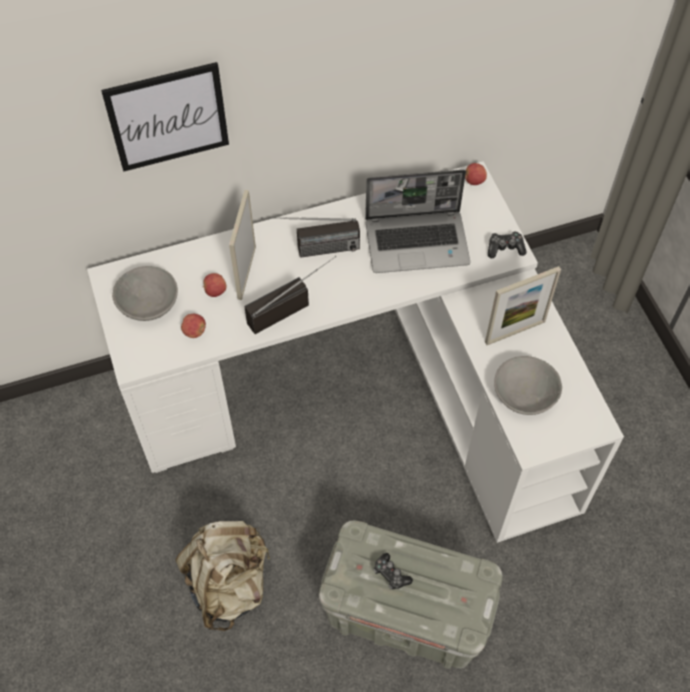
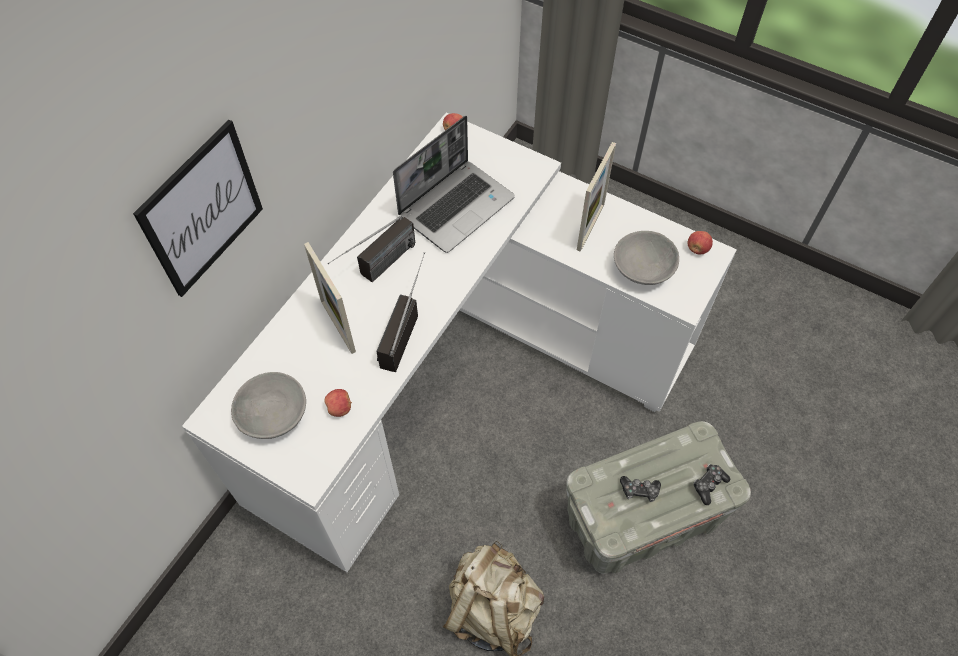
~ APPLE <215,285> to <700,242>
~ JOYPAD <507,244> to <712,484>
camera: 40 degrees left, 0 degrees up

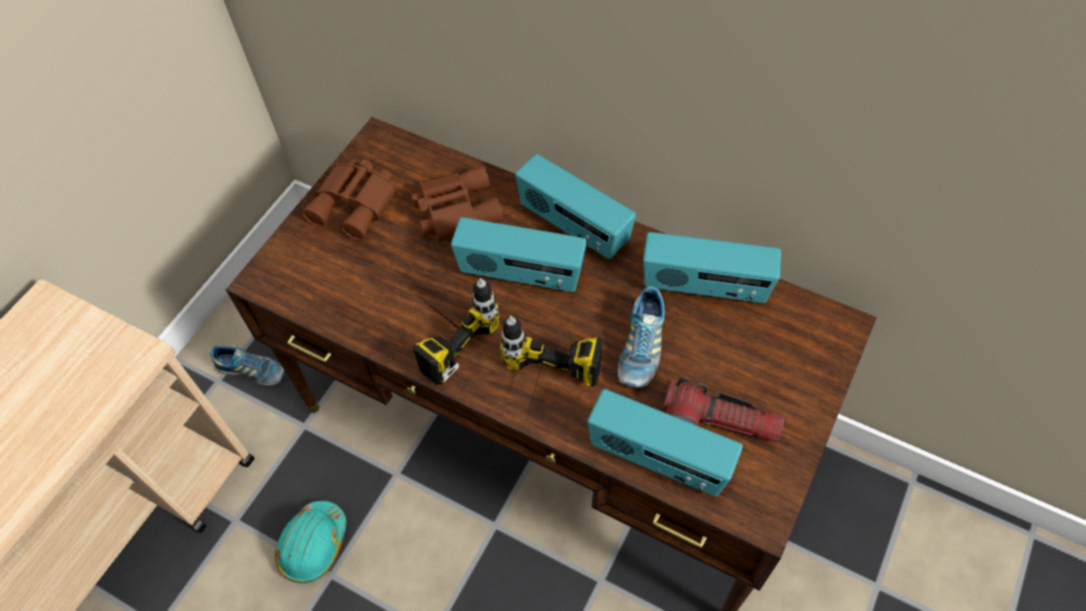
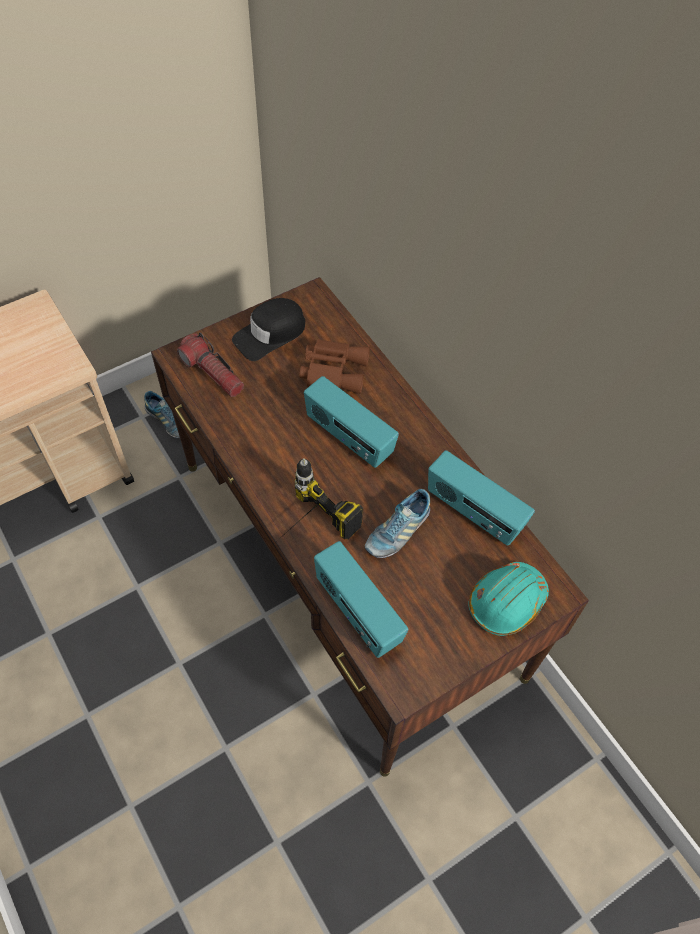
~ BLUE-GREEN SAFETY HELMET <310,542> to <508,599>
~ BROWNISH PAIR OF BINOCULARS <350,200> to BLACK-COLOURED BASEBALL CAP <268,329>
- POWER DRILL <456,331>
- RADIO <575,206>
~ TORCH <723,409> to <210,364>
camera: 25 degrees right, 0 degrees up

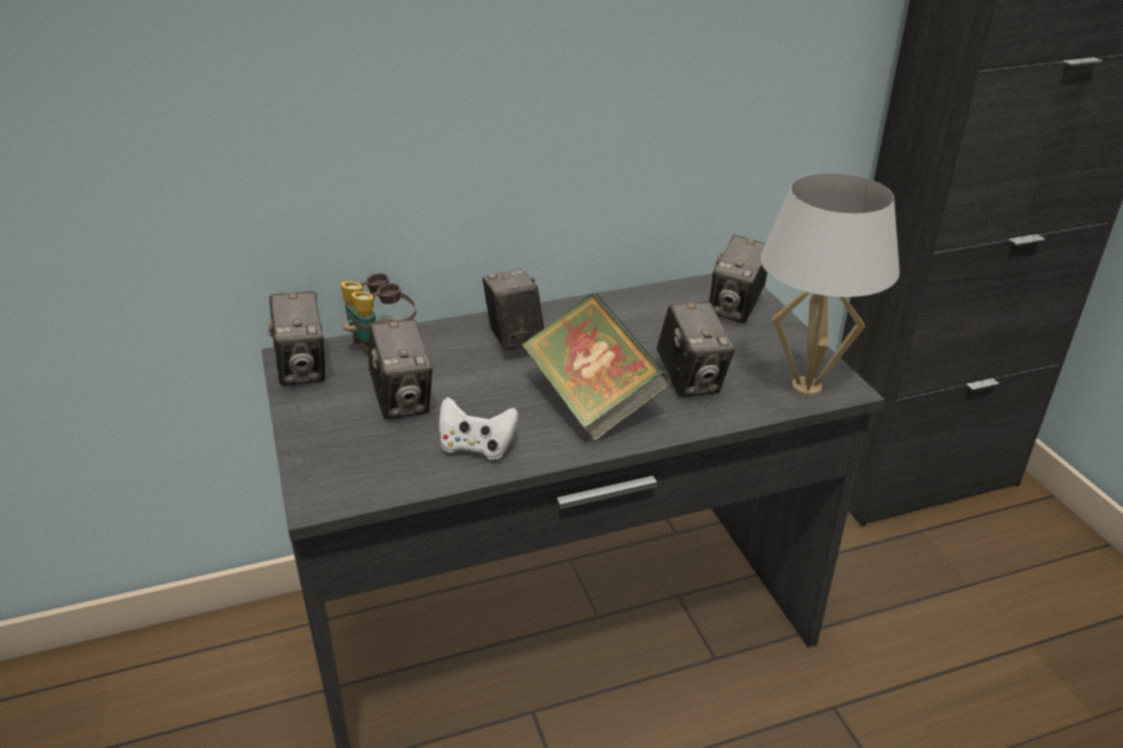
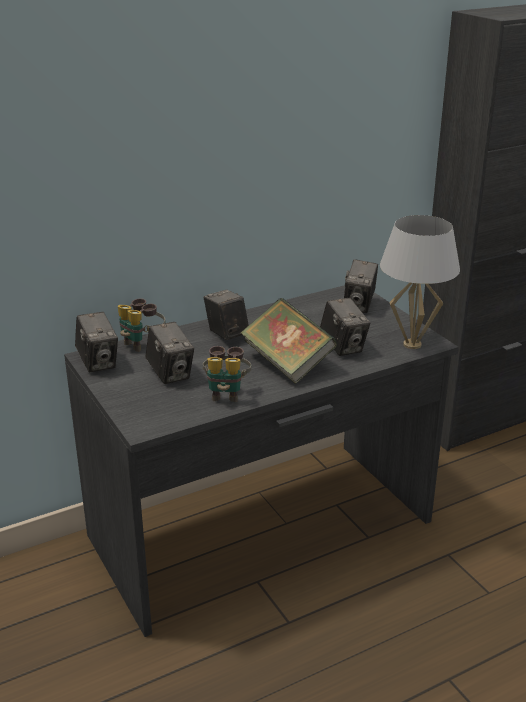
~ WHITE-COLOURED JOYPAD <479,428> to PAIR OF BINOCULARS <227,374>
camera: 10 degrees left, 5 degrees down

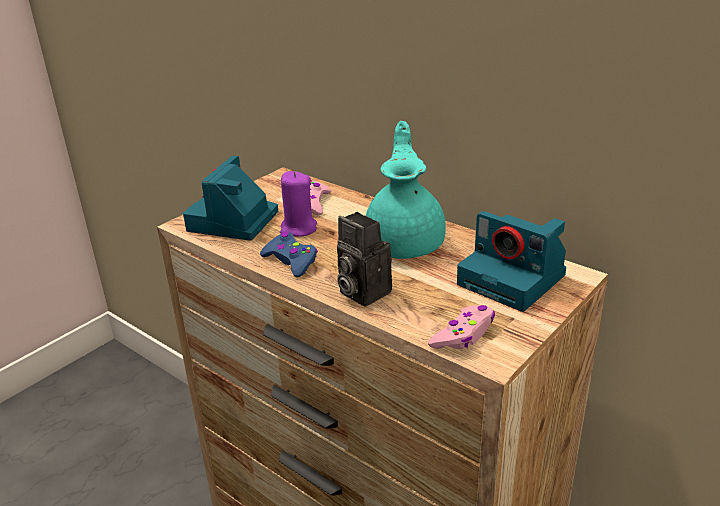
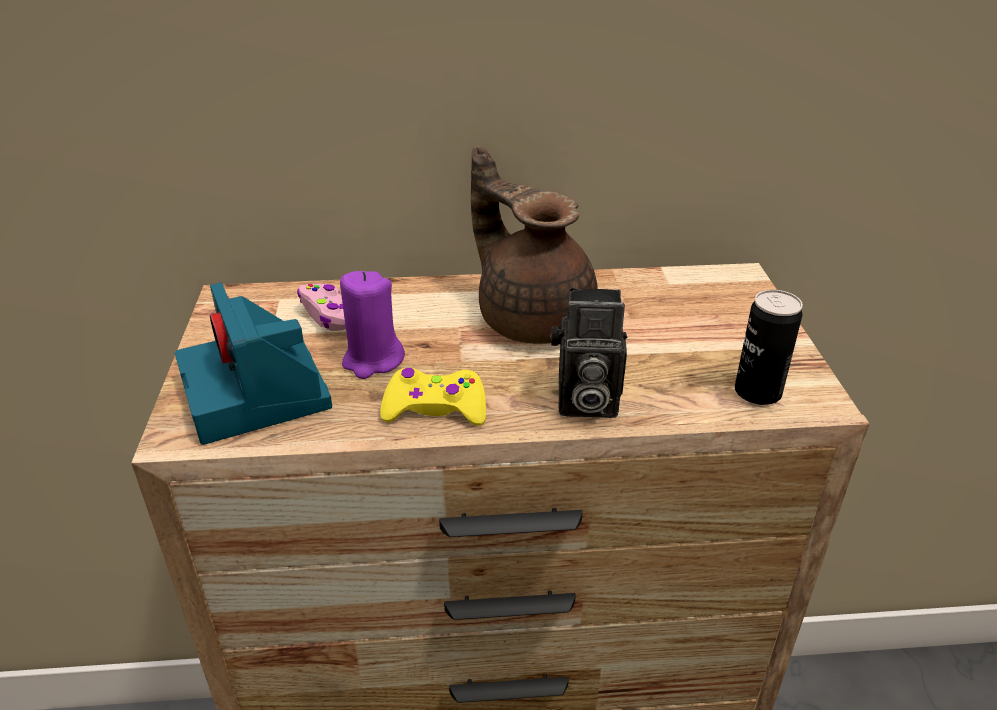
~ BLUE JOYPAD <289,254> to YELLOWISH JOYPAD <433,397>
~ BLUE-GREEN TEA POT <406,190> to BROWNISH TEA POT <534,245>
~ PINK-COLOURED JOYPAD <461,327> to METAL CAN <769,347>
- PHOTO CAMERA <511,261>
camera: 45 degrees left, 5 degrees up

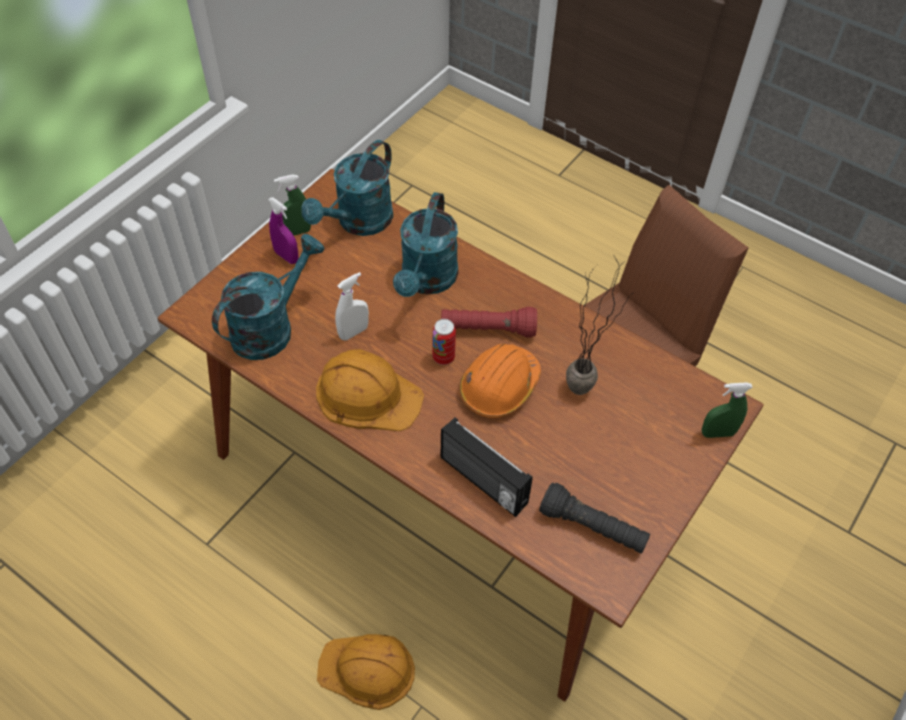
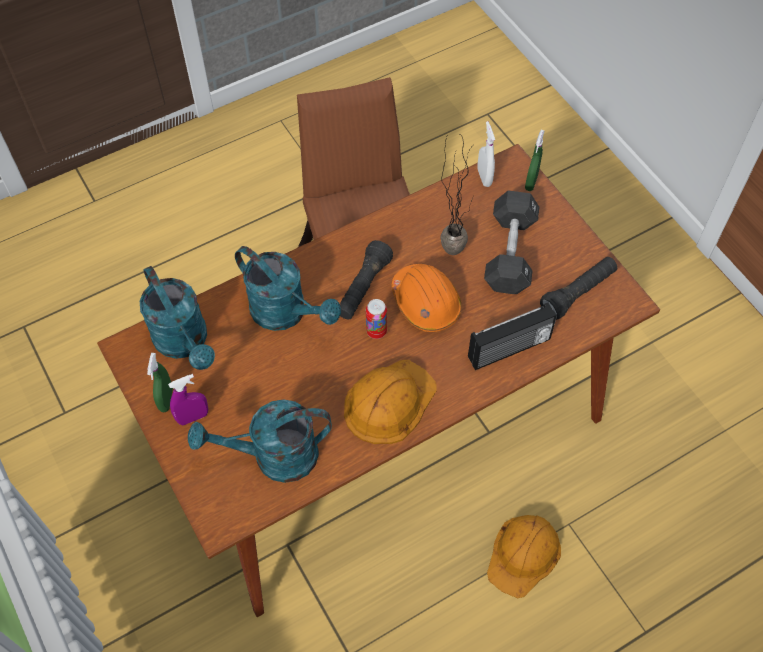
~ BLUE-GREEN SPRINKLING CAN <268,297> = <260,441> 75 degrees counterclockwise
~ WHITE-COLOURED HAND SPRAYER <352,306> to <486,154>
~ REDDISH TORCH <489,322> to BLACK-COLOURED TORCH <366,279>
+ BLACK-COLOURED FREE WEIGHT <511,242>
camera: 65 degrees left, 5 degrees up

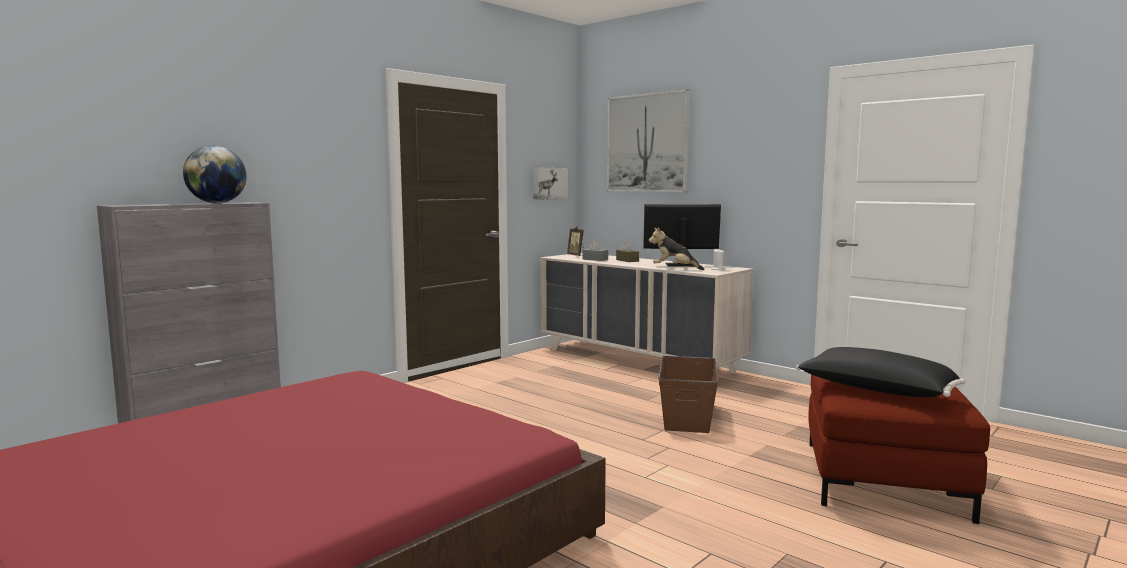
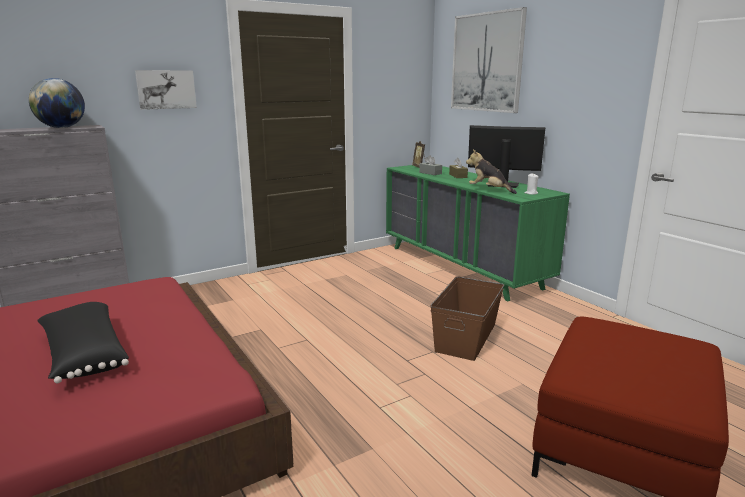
~ WALL PICTURE <550,183> to <166,90>
~ BEIGE-COLOURED DRAWER CHEST <646,313> to GREEN-COLOURED DRAWER CHEST <478,233>
~ BLACK-COLOURED PILLOW <881,372> to <83,342>
camera: 15 degrees right, 10 degrees up

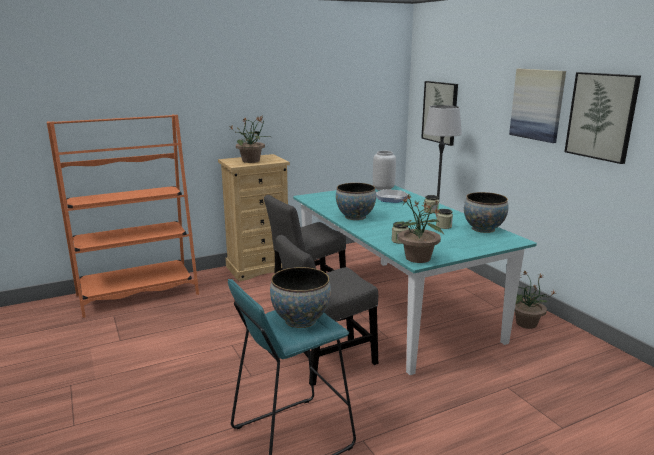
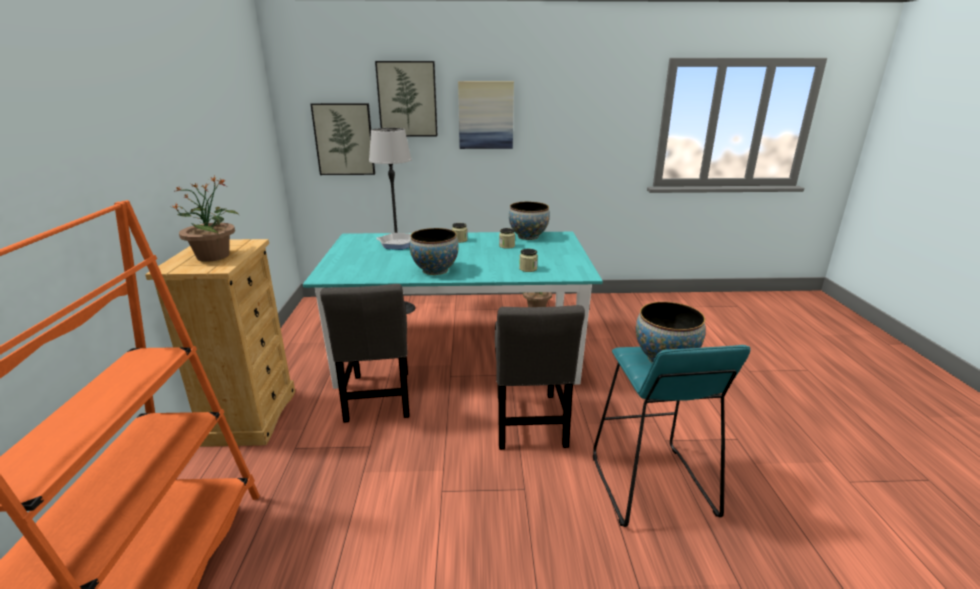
- GREY DECORATIVE VASE <384,171>
- PLANT IN A POT <418,228>
~ WALL PICTURE <602,118> to <406,99>
camera: 65 degrees left, 5 degrees up

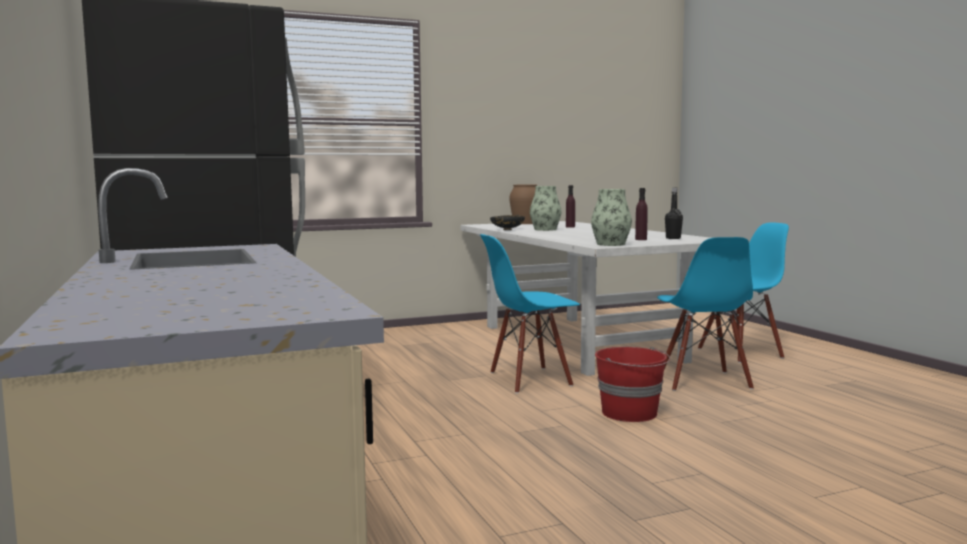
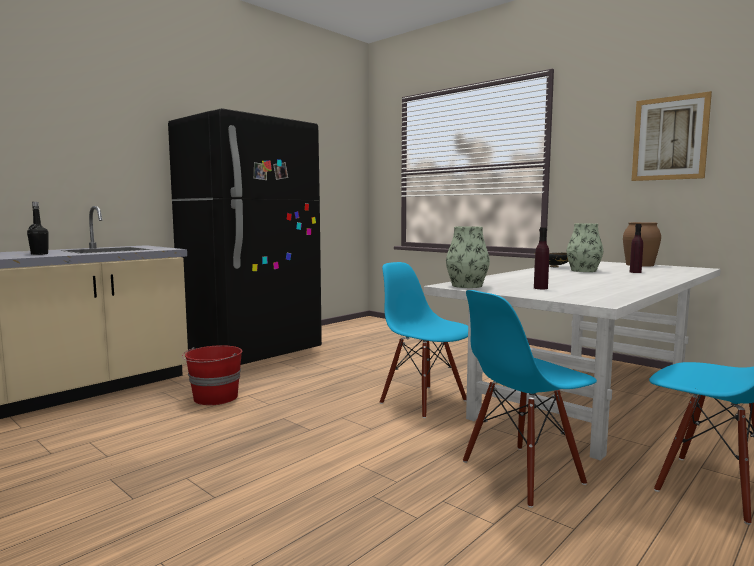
~ REDDISH WATER BUCKET <632,384> to <212,375>
~ BLACK-COLOURED BEVERAGE BOTTLE <674,213> to <38,228>
+ WALL PICTURE <672,136>
camera: 65 degrees right, 0 degrees up

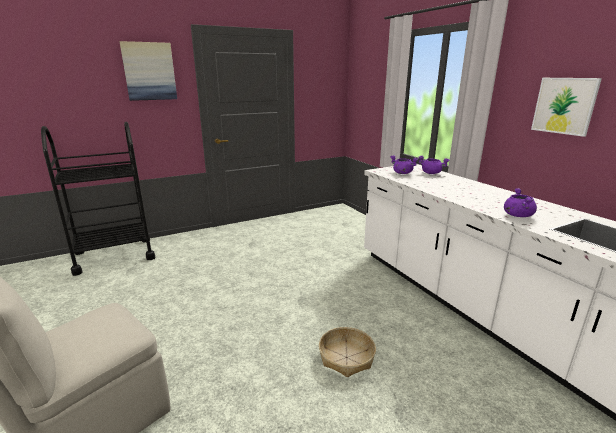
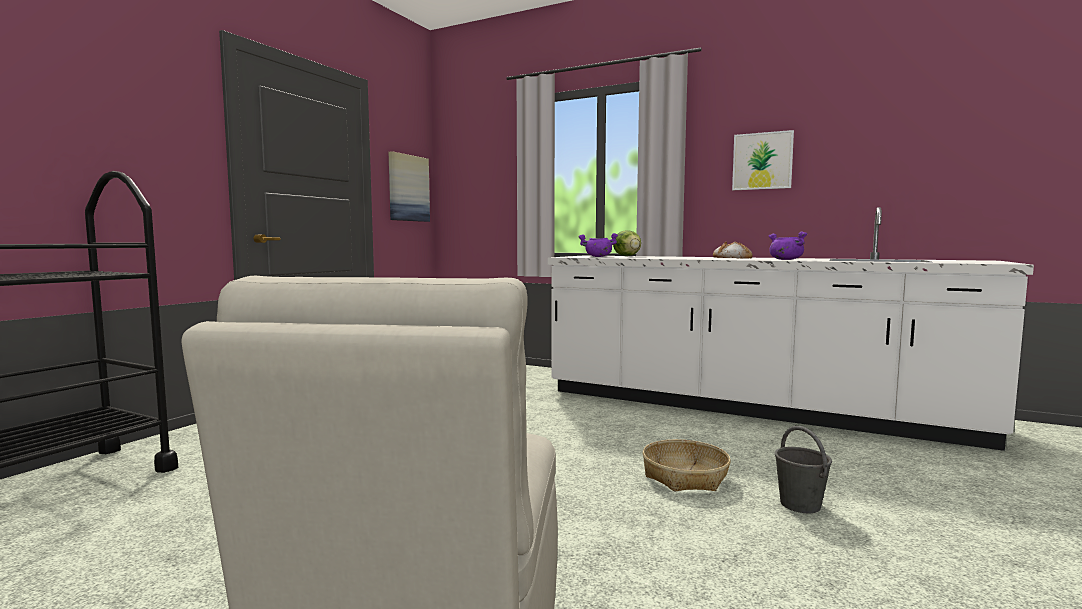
~ WALL PICTURE <148,71> to <409,186>
~ PURPLE COOKING POT <434,165> to HEAD OF LETTUCE <627,243>
+ BAKED BREAD <733,249>
+ GREY WATER BUCKET <803,469>
camera: 35 degrees left, 15 degrees down

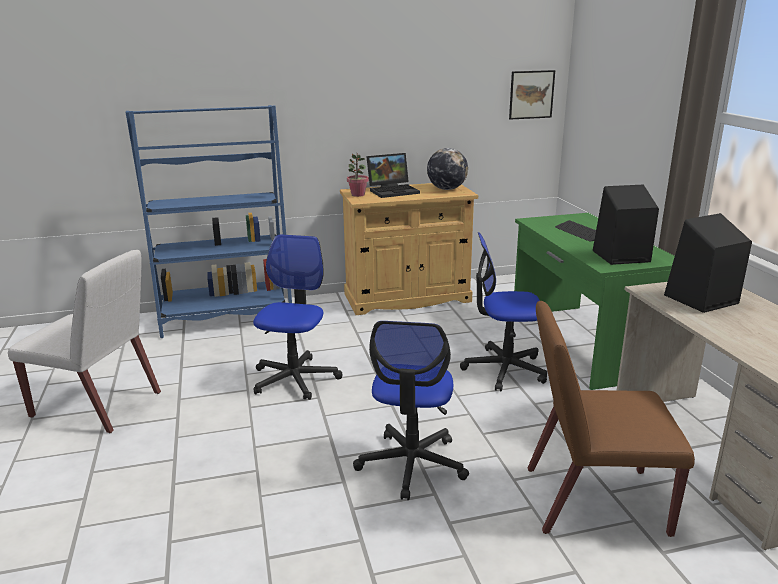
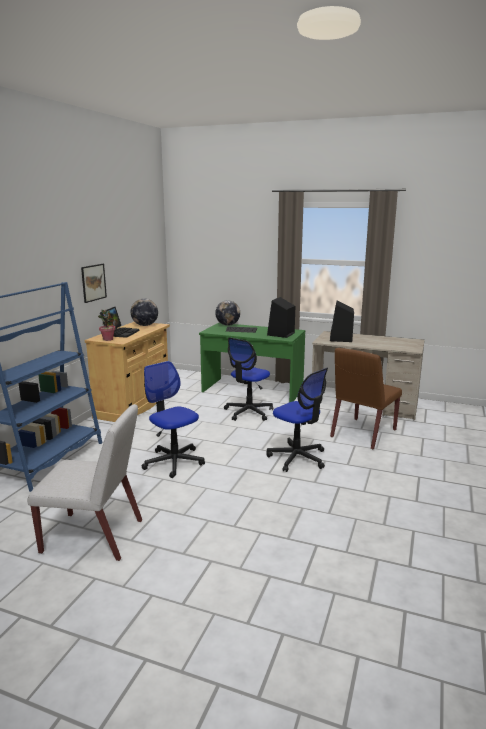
~ WHITE-COLOURED UPRIGHT CHAIR <84,341> = <84,482> 45 degrees clockwise
~ WALL PICTURE <532,95> to <94,283>
+ DESK GLOBE <227,313>
camera: 55 degrees left, 5 degrees down

